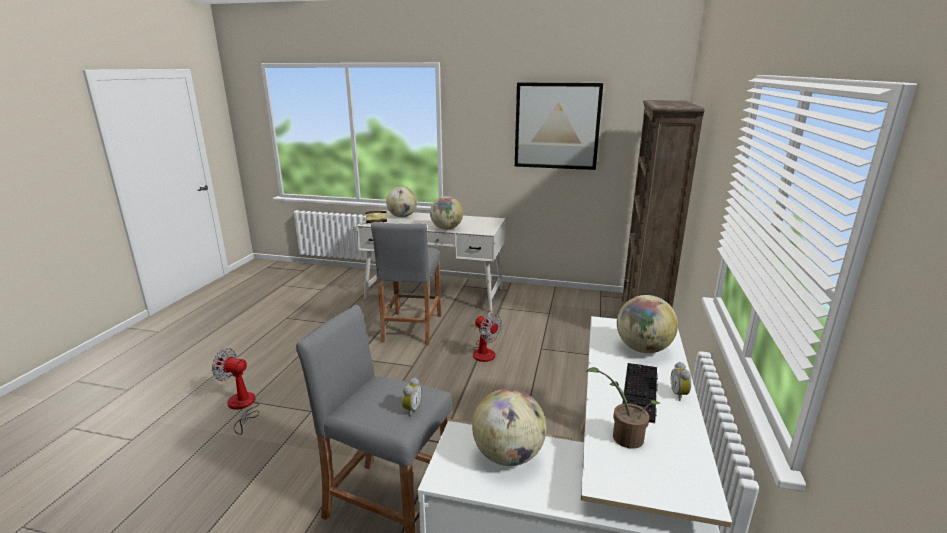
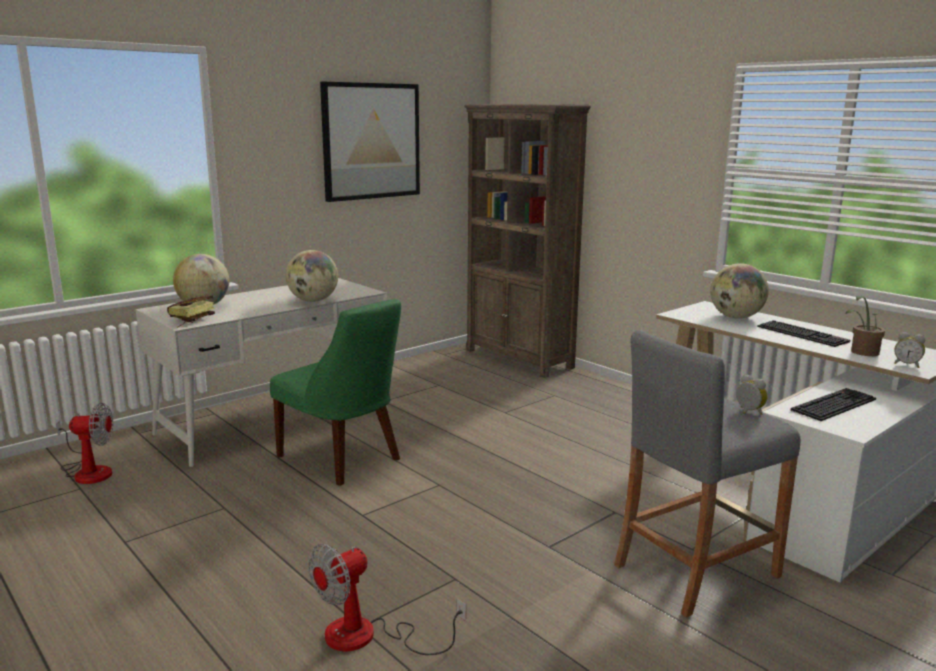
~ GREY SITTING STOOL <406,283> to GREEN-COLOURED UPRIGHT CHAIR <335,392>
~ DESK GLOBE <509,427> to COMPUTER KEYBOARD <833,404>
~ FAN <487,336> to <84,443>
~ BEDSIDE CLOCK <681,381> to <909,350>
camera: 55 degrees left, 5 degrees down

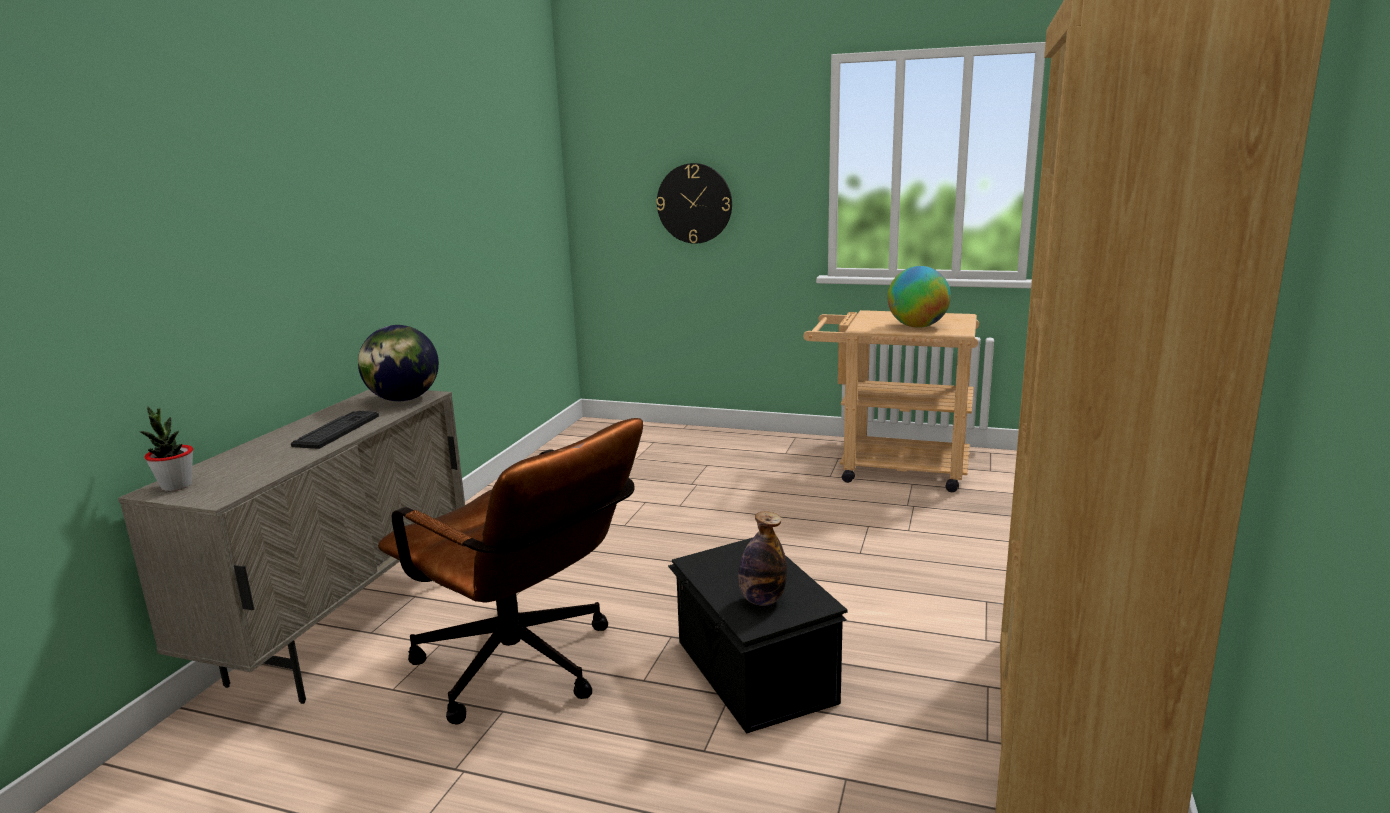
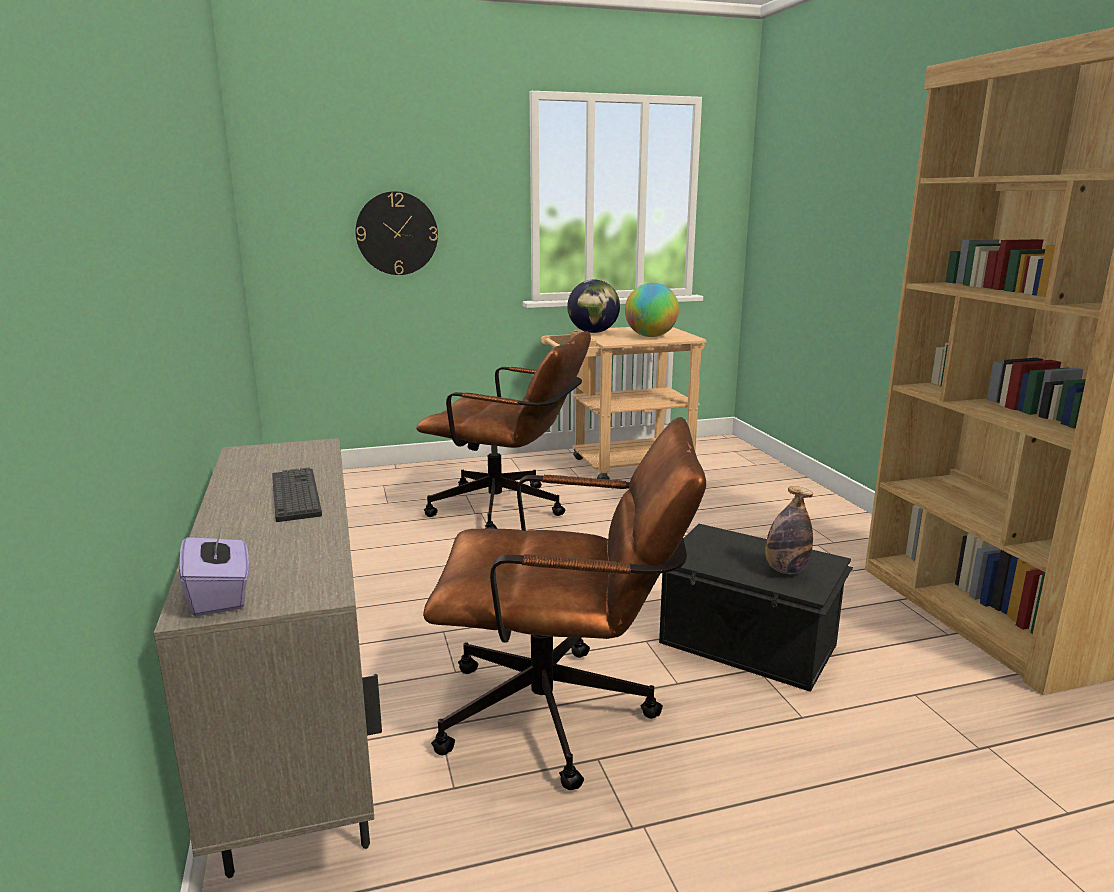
~ PLANT IN A POT <167,448> to PURPLE BOX OF TISSUES <214,569>
~ DESK GLOBE <398,363> to <593,306>
+ BROWNISH OFFICE CHAIR <503,430>
camera: 35 degrees left, 0 degrees up

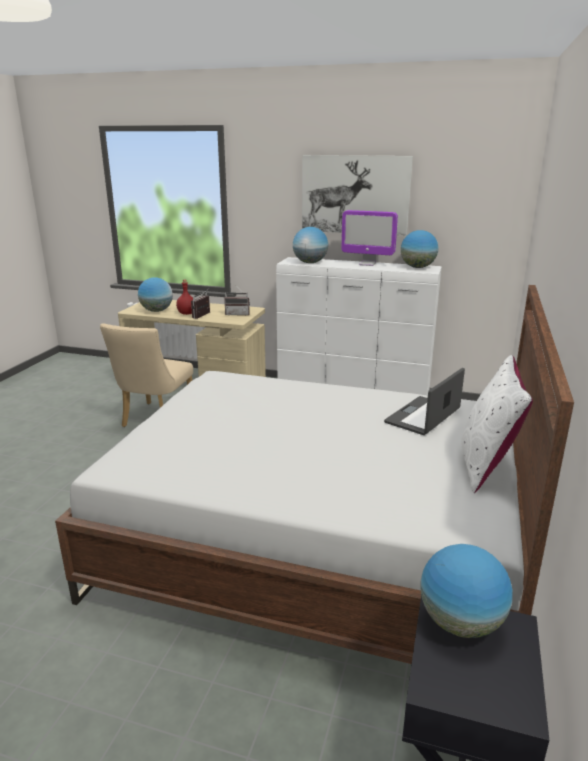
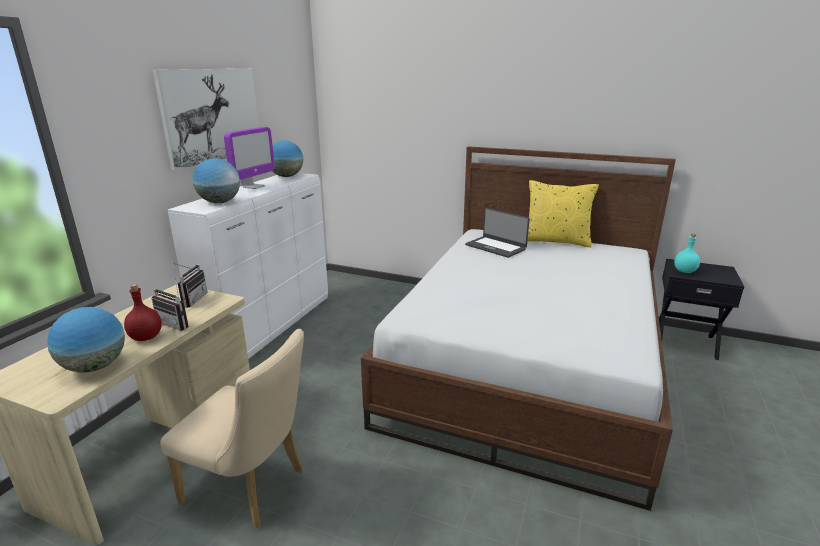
~ DESK GLOBE <466,591> to BLUE-GREEN BEVERAGE BOTTLE <687,253>
~ WHITE-COLOURED PILLOW <497,424> to YELLOWISH PILLOW <563,213>
camera: 85 degrees left, 0 degrees up

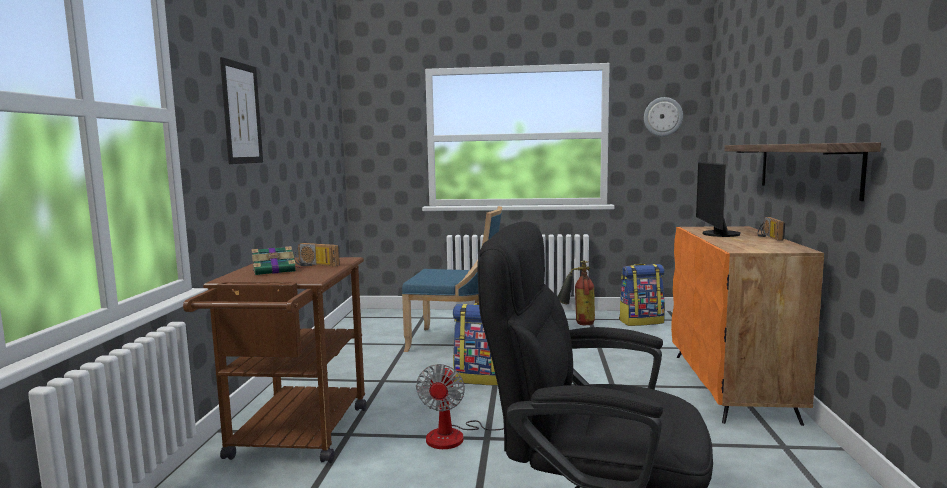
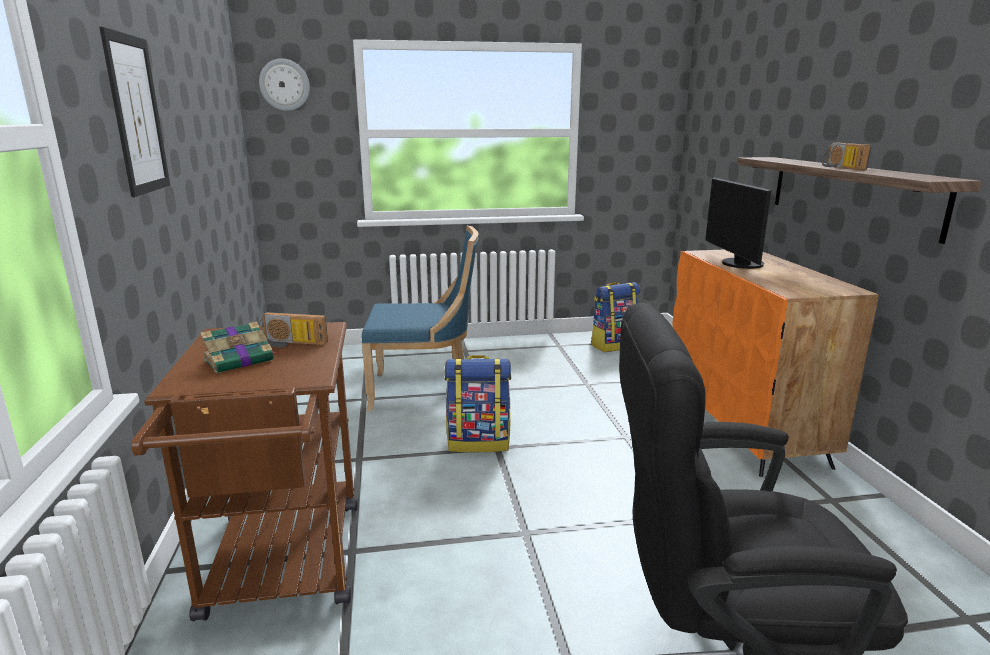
- FAN <460,406>
- FIRE EXTINGUISHER <576,292>
~ WALL CLOCK <663,116> to <284,84>
~ RADIO <771,229> to <846,156>
camera: 15 degrees left, 10 degrees up

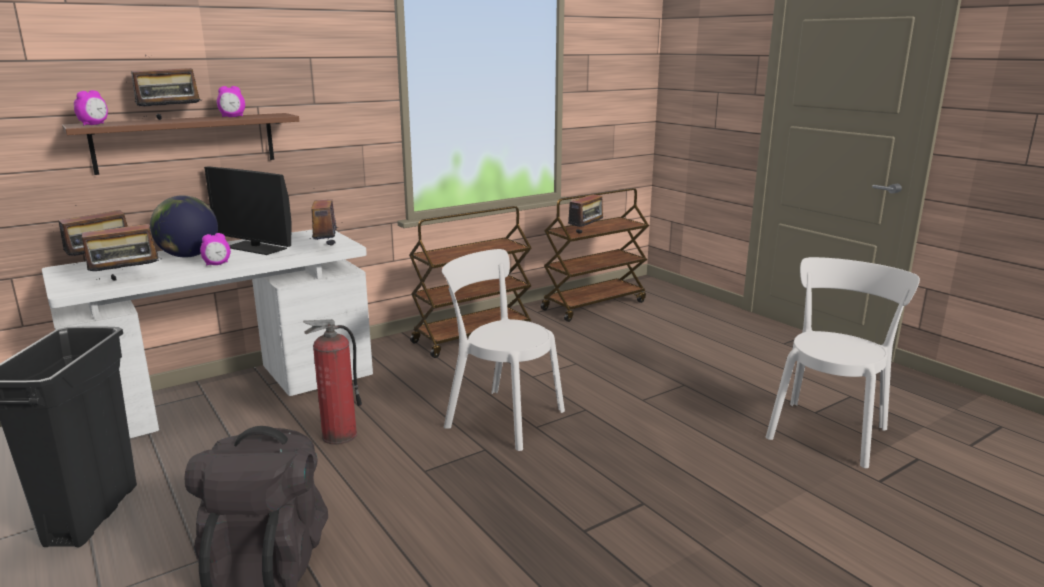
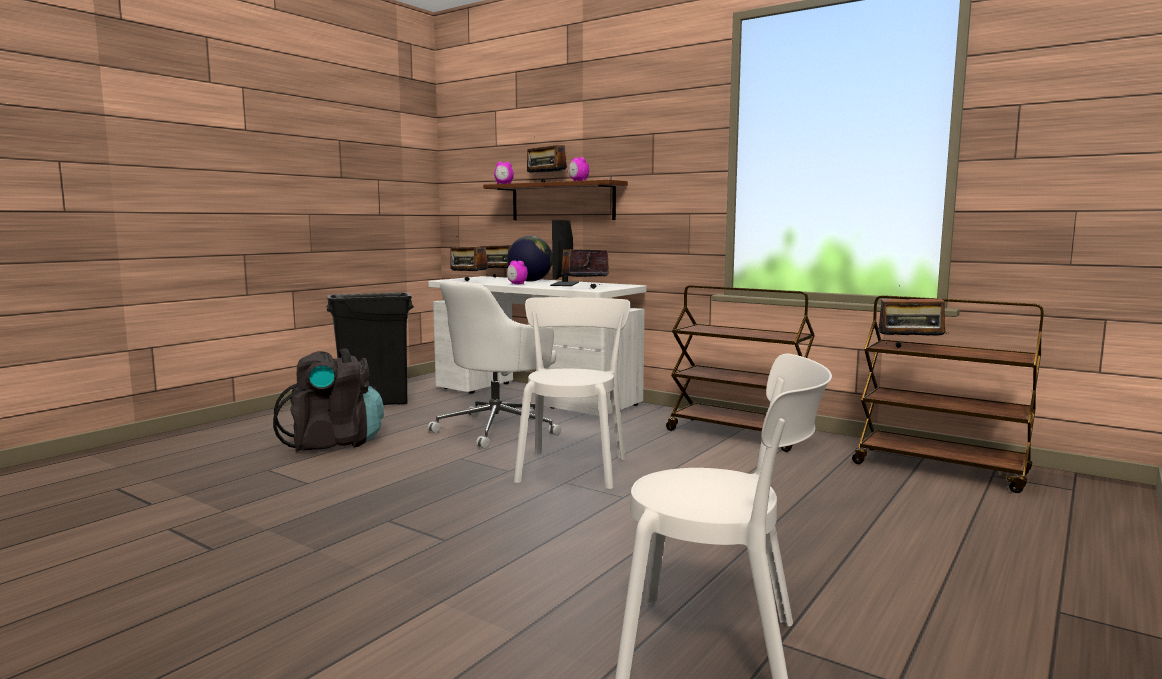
~ FIRE EXTINGUISHER <332,382> to WHITE-COLOURED OFFICE CHAIR <494,365>
camera: 70 degrees right, 10 degrees down

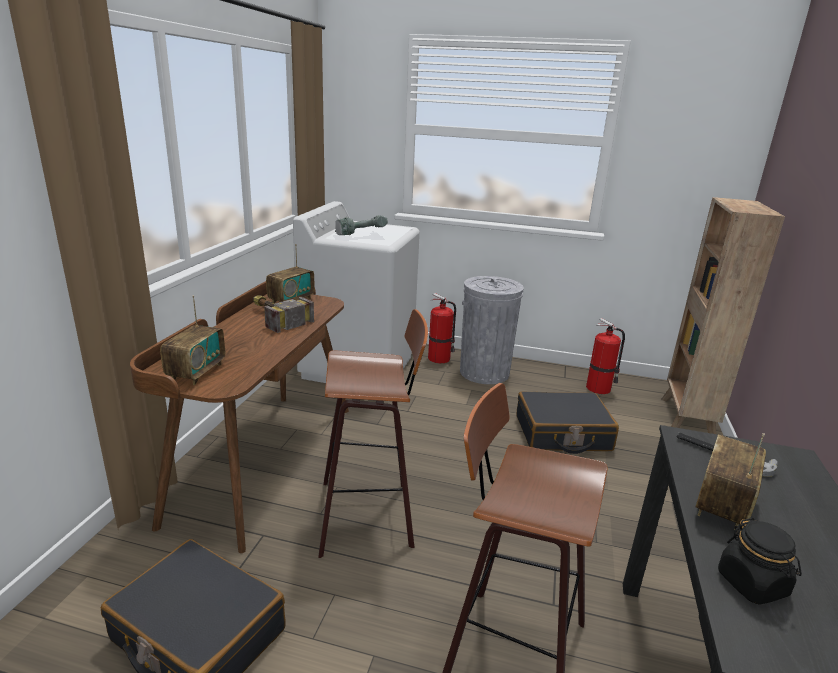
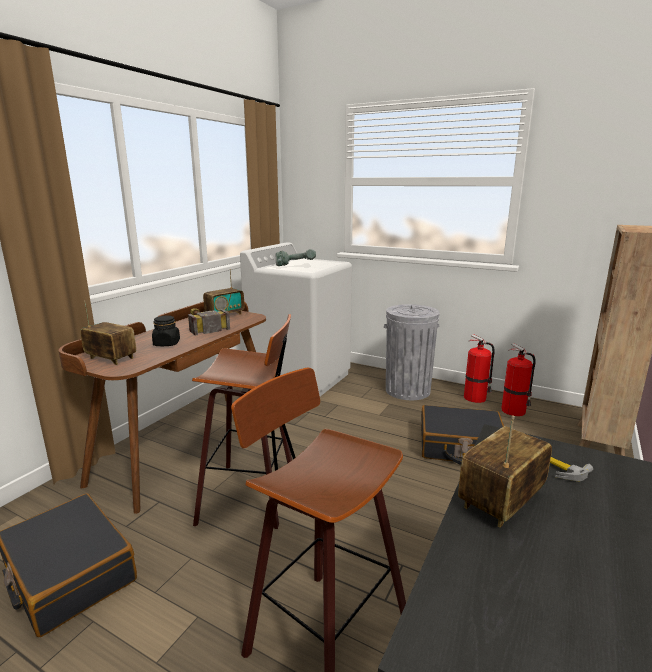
~ RADIO <192,340> = <108,333> 90 degrees counterclockwise
~ FIRE EXTINGUISHER <442,328> to <479,368>
~ BLACK-COLOURED PRESERVE JAR <760,561> to <166,331>
camera: 15 degrees right, 5 degrees down

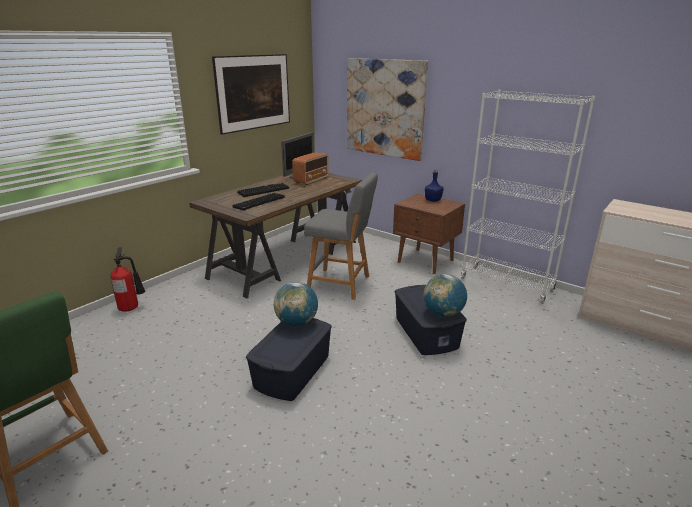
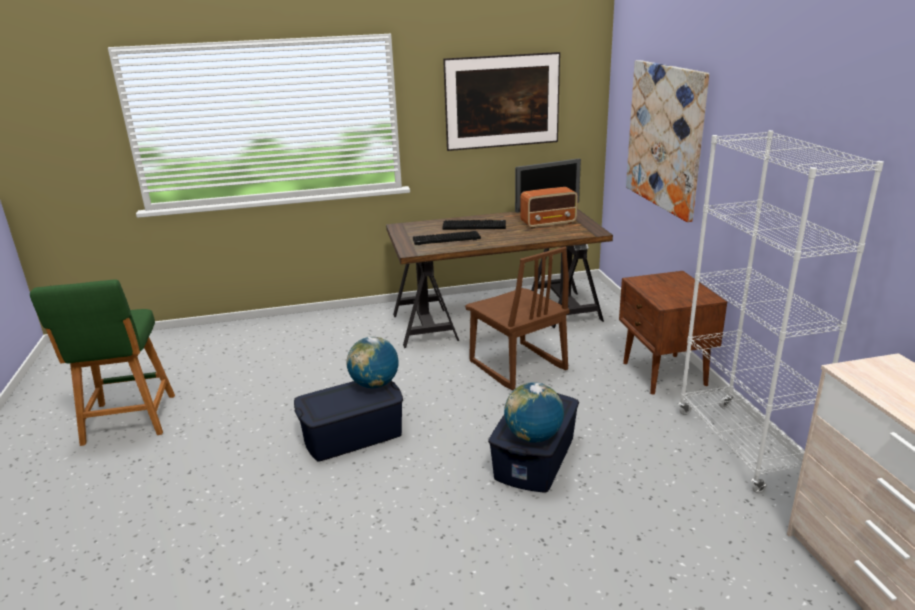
- FIRE EXTINGUISHER <127,279>
~ GREY SITTING STOOL <341,236> to BROWNISH UPRIGHT CHAIR <517,319>
- BLUE BEVERAGE BOTTLE <434,186>
camera: 40 degrees right, 0 degrees up

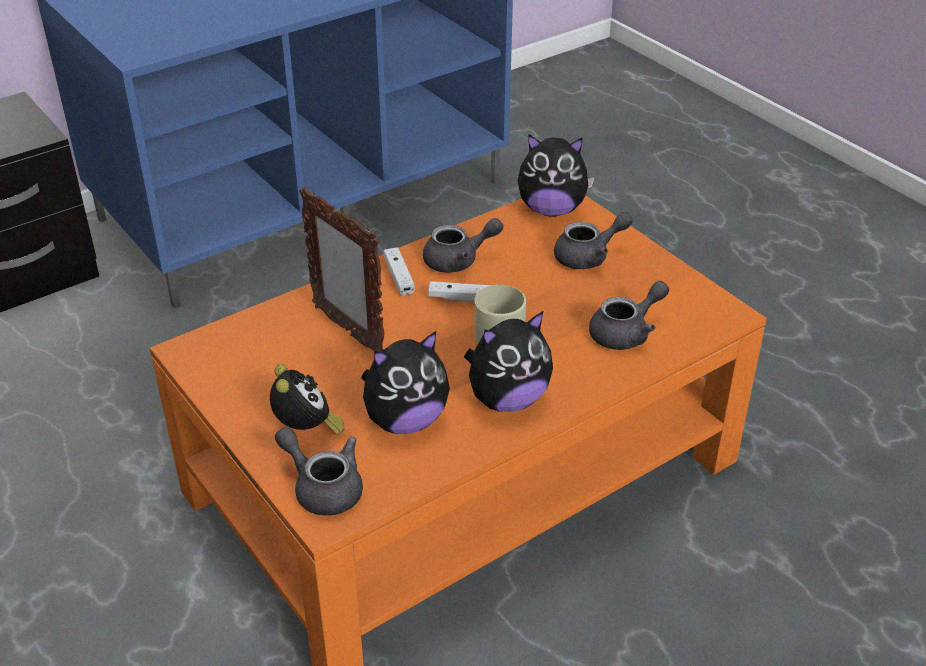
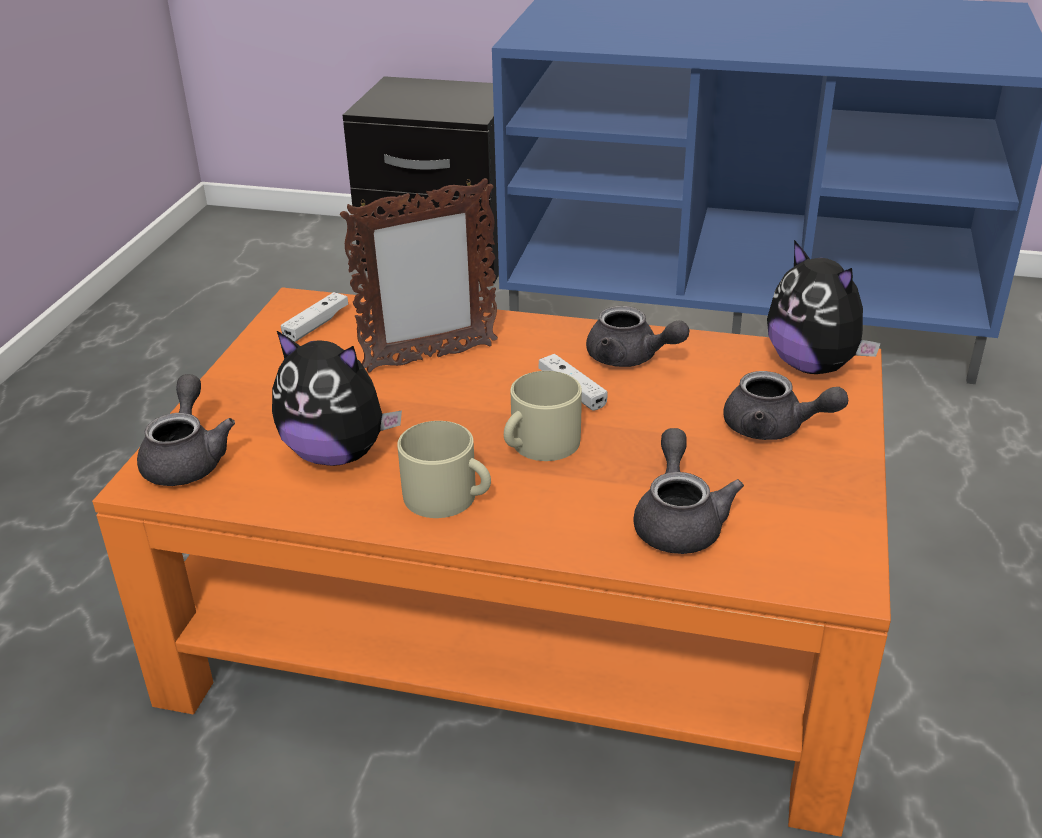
- BEDSIDE CLOCK <307,399>
~ PHOTO FRAME <341,269> = <419,275> 120 degrees counterclockwise
~ WHITE-COLOURED JOYPAD <399,271> to <314,317>
~ SOFT TOY <508,361> to BEIGE-COLOURED MUG <444,469>
~ GREY TEA POT <629,315> = <688,491> 105 degrees counterclockwise
camera: 50 degrees right, 5 degrees down

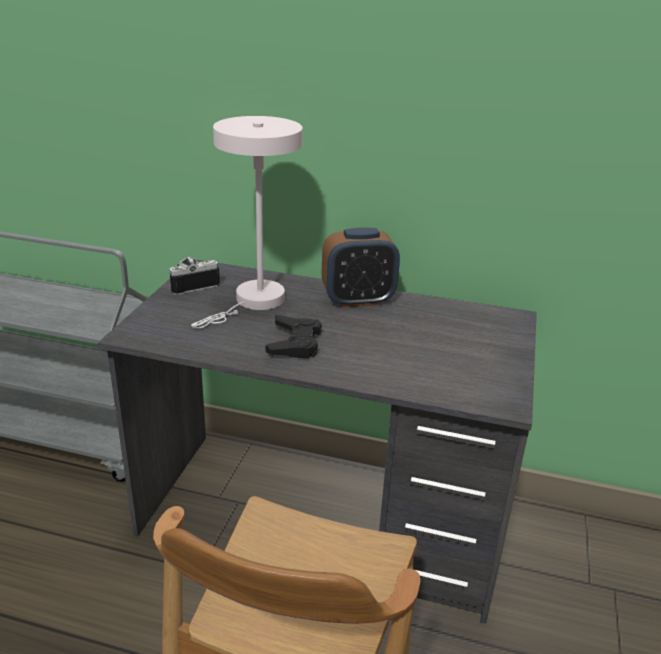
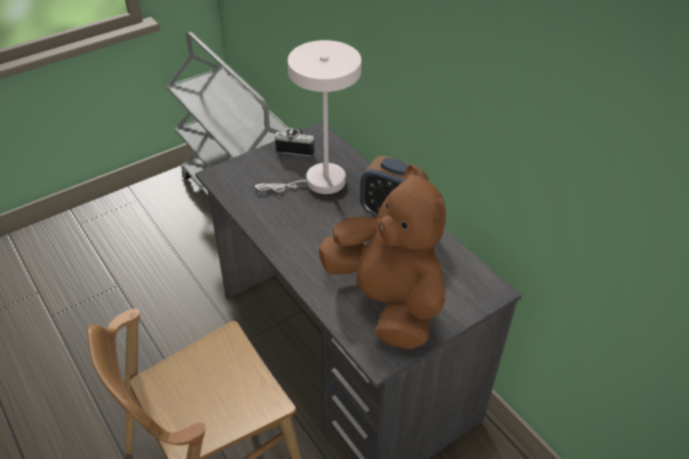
- BLACK-COLOURED JOYPAD <294,336>
+ BROWNISH SOFT TOY <382,257>
camera: 40 degrees right, 15 degrees up

